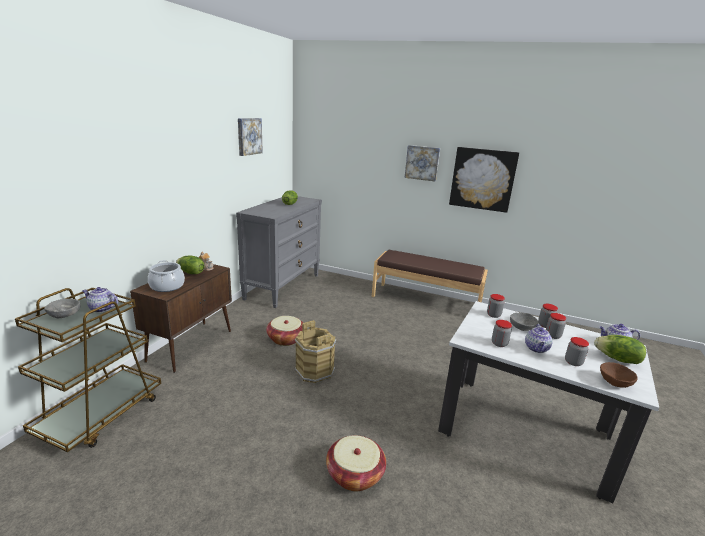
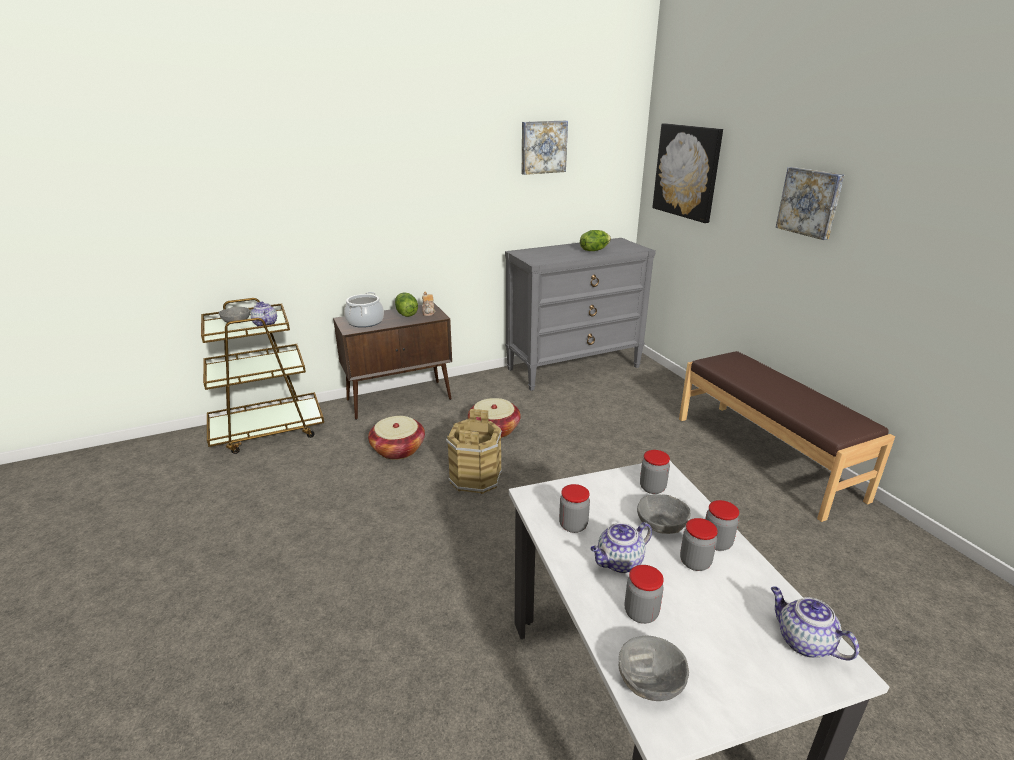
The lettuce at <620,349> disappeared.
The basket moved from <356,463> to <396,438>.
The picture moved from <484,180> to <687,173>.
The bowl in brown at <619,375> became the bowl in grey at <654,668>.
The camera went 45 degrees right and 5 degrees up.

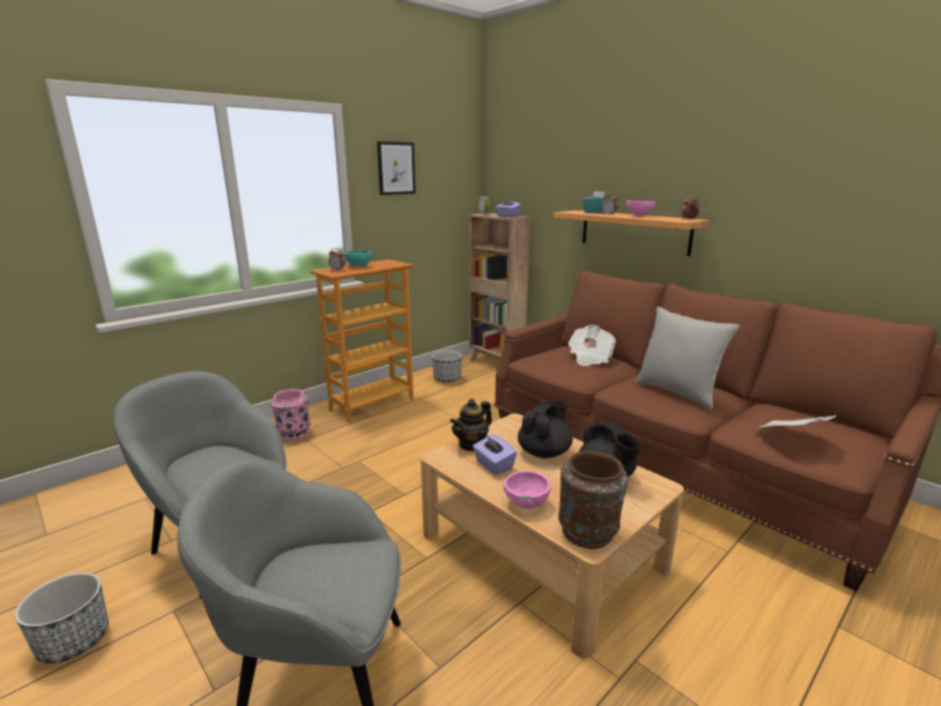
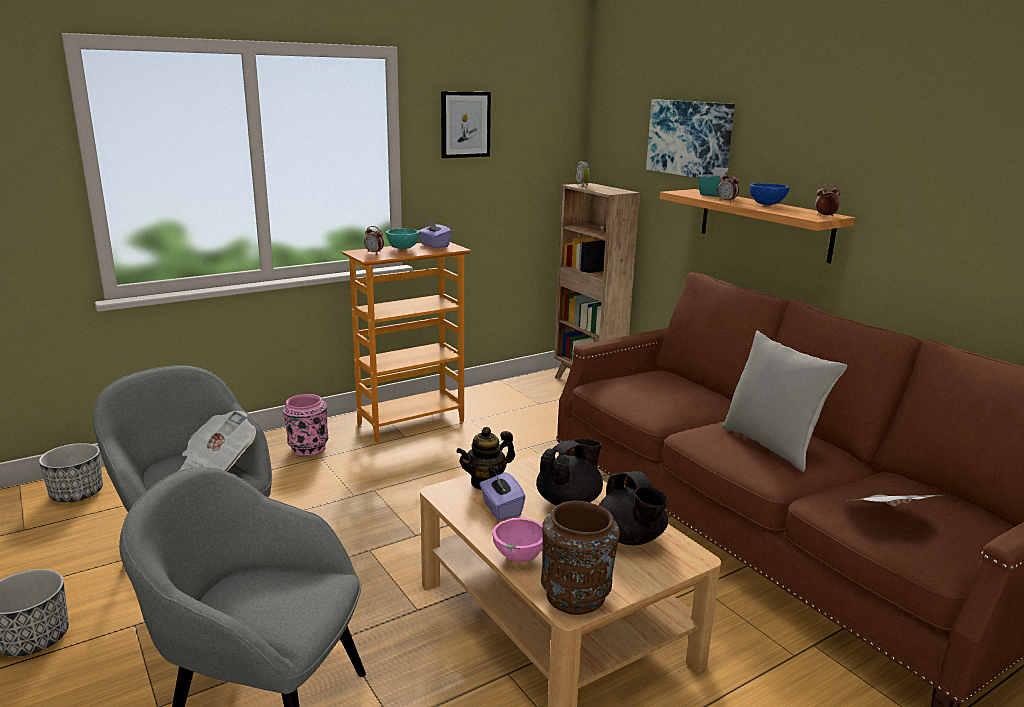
The picture at <690,138> appeared.
The planter moved from <447,367> to <71,473>.
The tissue box in purple moved from <508,207> to <435,234>.
The newspaper moved from <592,345> to <217,441>.
The bowl in pink at <641,208> became the bowl in blue at <769,194>.
The camera went 10 degrees right and 0 degrees up.

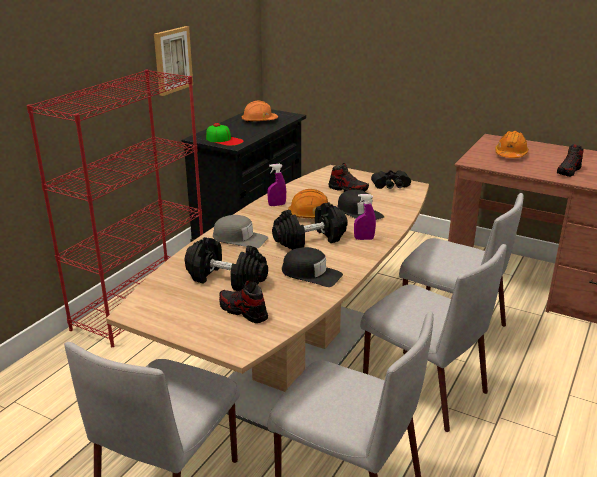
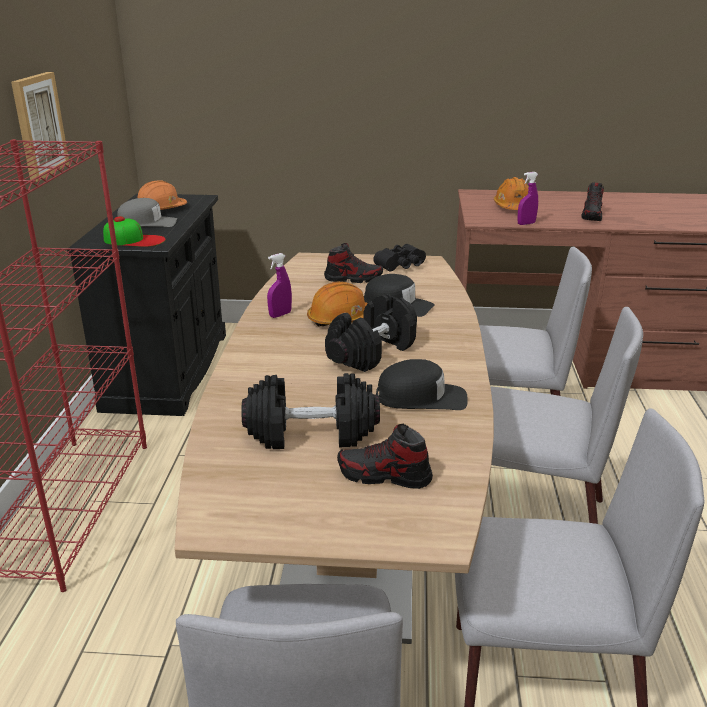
The cap in grey moved from <240,231> to <147,212>.
The spray bottle in purple moved from <365,217> to <527,198>.
The camera went 25 degrees left and 0 degrees up.

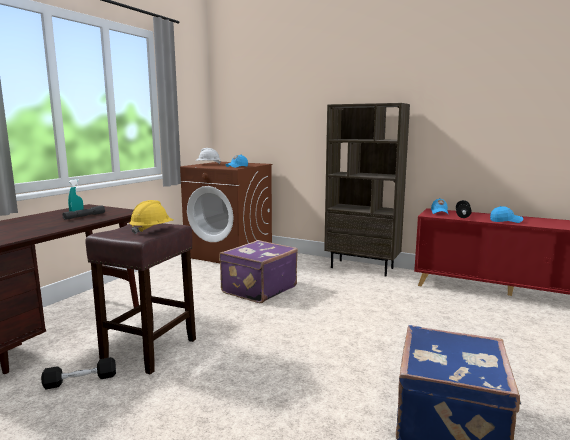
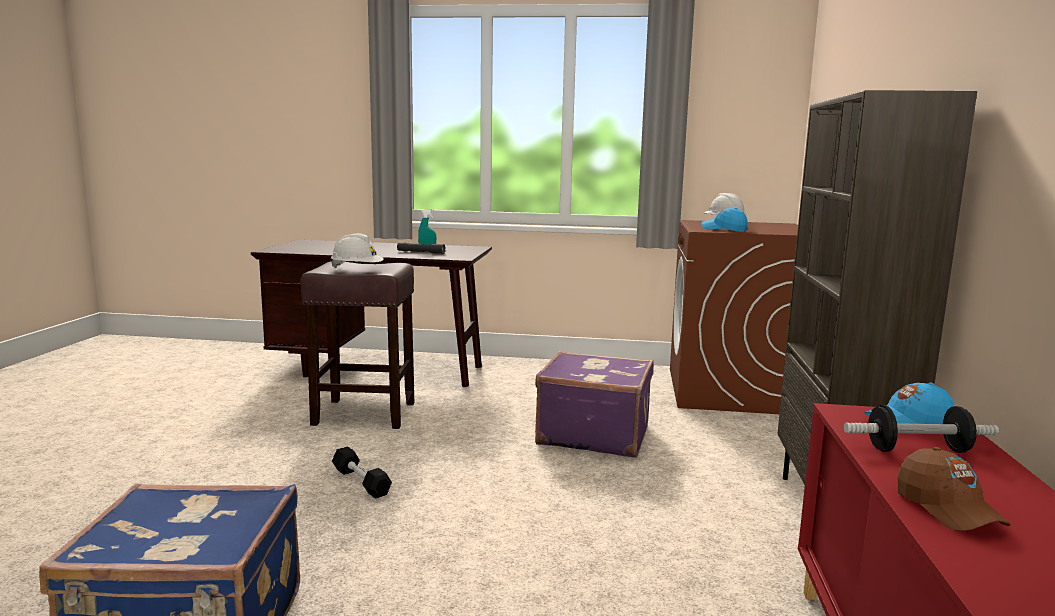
The dumbbell in black moved from <78,373> to <362,472>.
The hard hat in yellow at <151,217> became the hard hat in white at <357,250>.
The cap in blue at <506,214> became the cap in brown at <954,489>.
The camera went 70 degrees right and 0 degrees up.

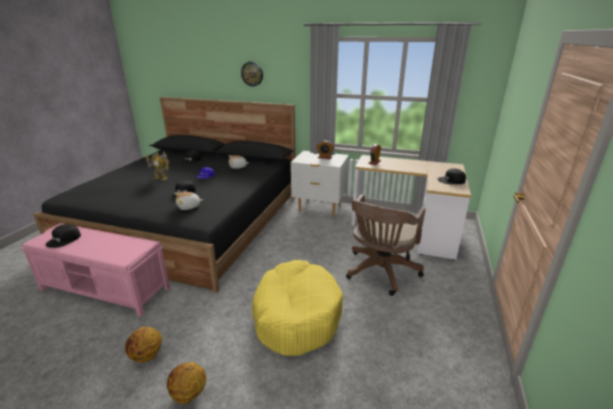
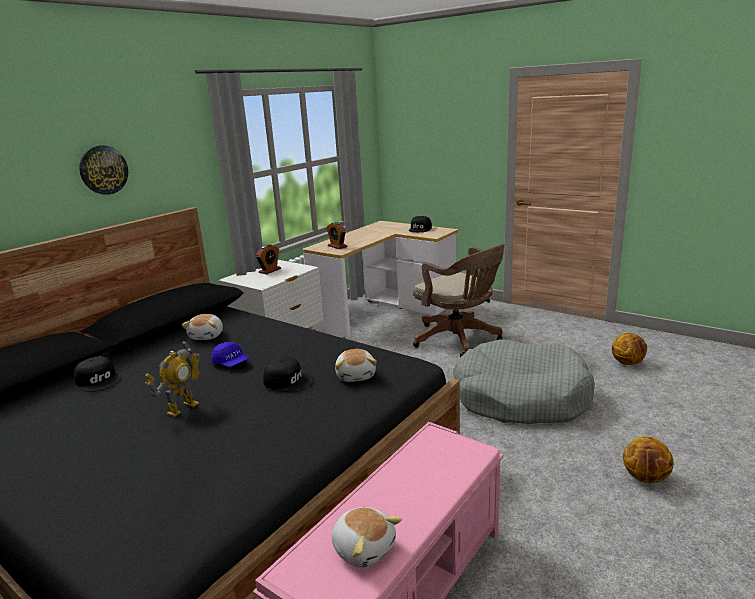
The basketball moved from <143,345> to <629,349>.
The cap in black at <63,236> was replaced by the plush toy at <367,537>.
The dog bed in yellow at <297,308> became the dog bed in grey at <524,382>.
The camera went 70 degrees left and 5 degrees down.

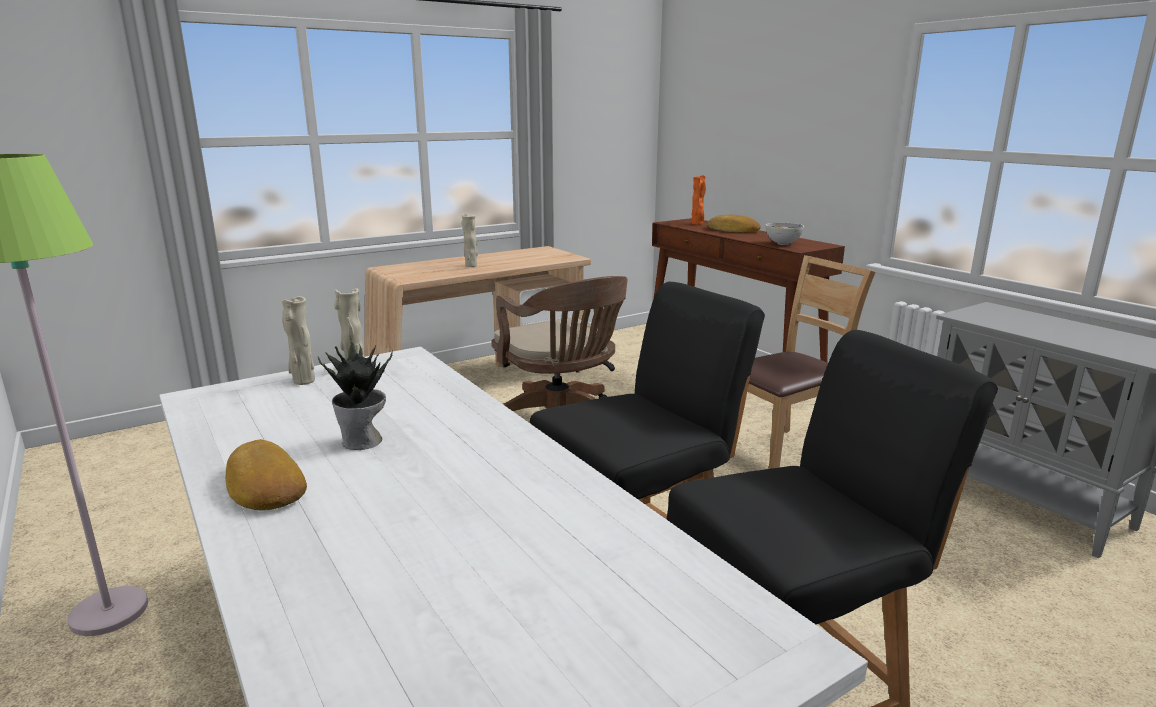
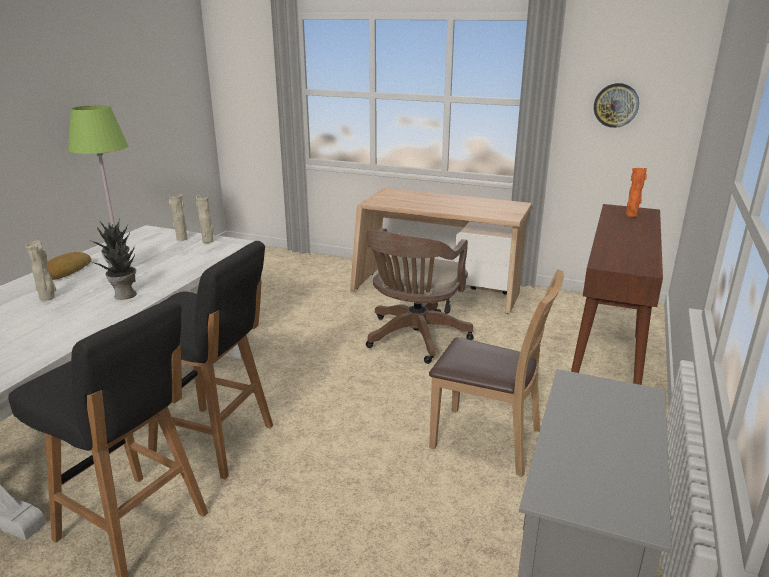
The bread at <734,224> disappeared.
The bowl at <785,234> disappeared.
The potted plant at <115,269> appeared.
The wall clock at <616,105> appeared.
The vase in beige moved from <469,240> to <40,270>.
The camera went 55 degrees right and 5 degrees up.

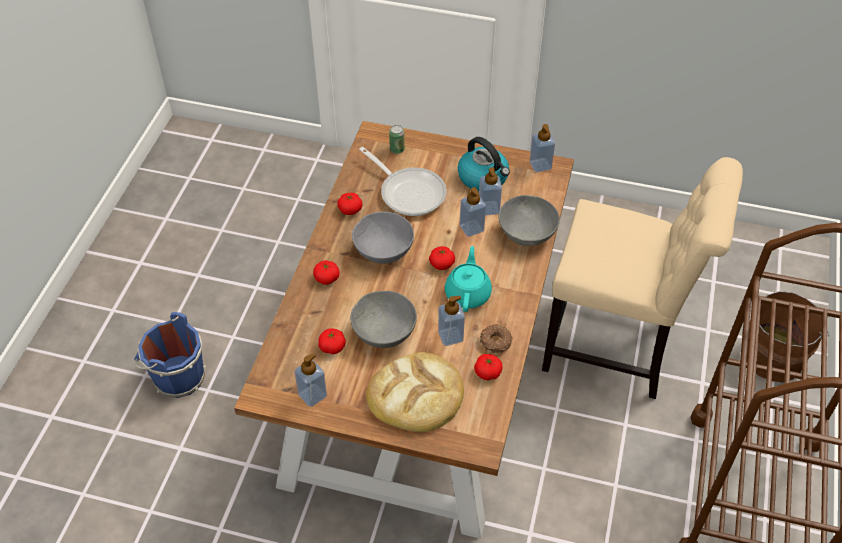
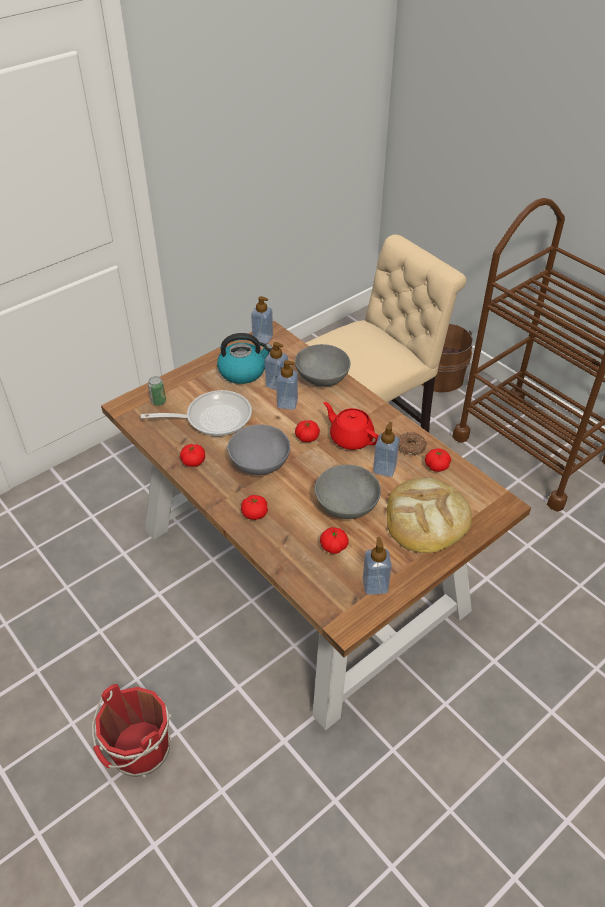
The bucket in blue at <170,355> became the bucket in red at <132,731>.
The teapot in turquoise at <468,279> became the teapot in red at <351,426>.
The camera went 55 degrees left and 5 degrees down.

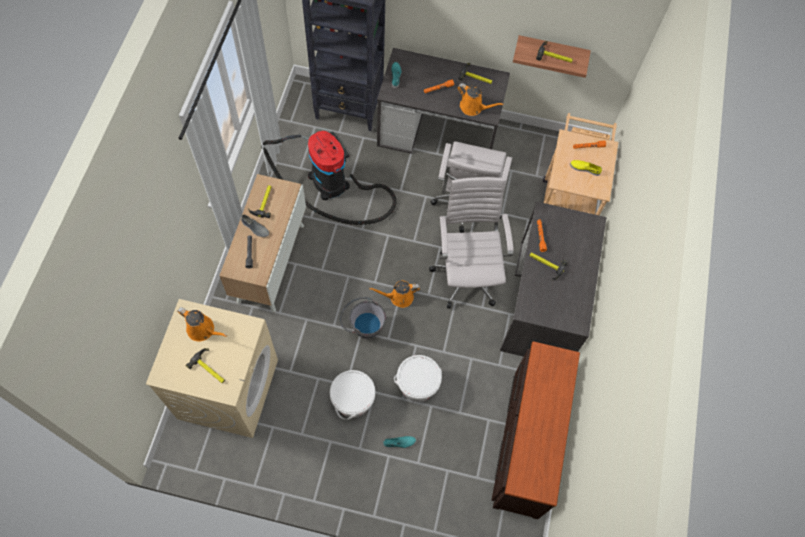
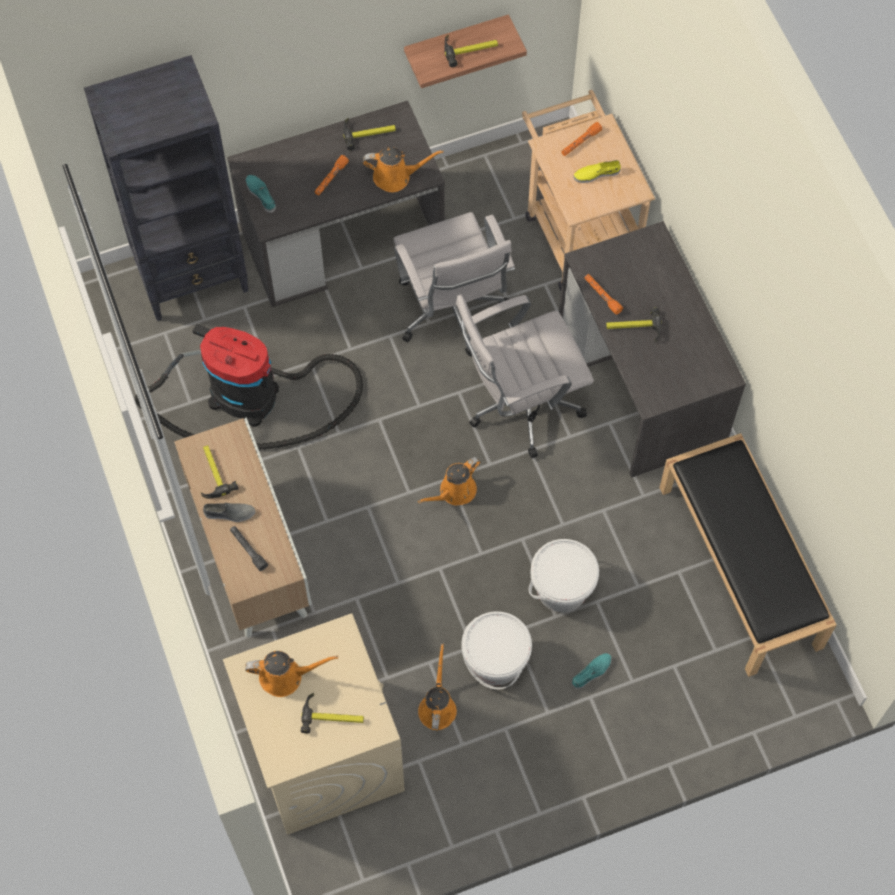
The bucket in grey at <363,318> disappeared.
The watering can in orange at <437,687> appeared.
The dresser in brown at <536,430> was replaced by the bench in black at <747,555>.
The office chair in white at <471,243> turned 75 degrees counterclockwise.
The camera went 30 degrees left and 0 degrees up.

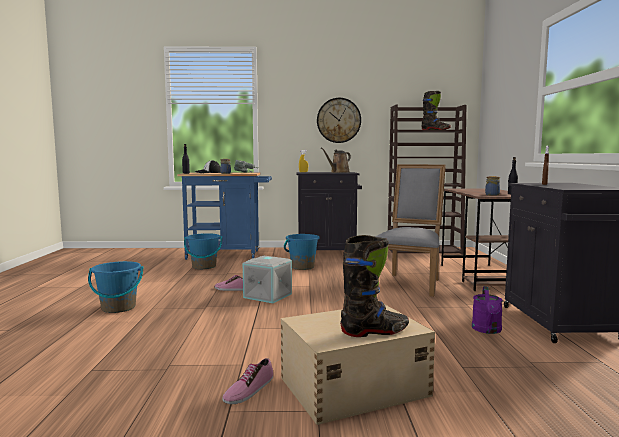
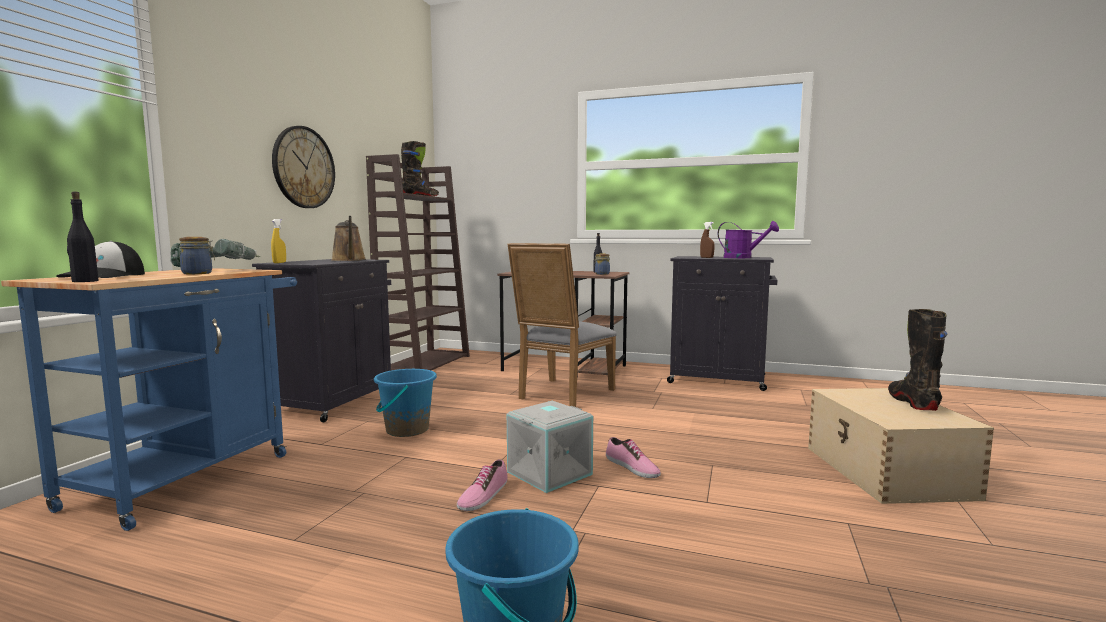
The bucket in blue at <203,251> disappeared.
The shoe moved from <247,381> to <633,457>.
The watering can in purple moved from <487,310> to <748,239>.
The chair in grey at <410,230> turned 105 degrees counterclockwise.
The camera went 70 degrees left and 0 degrees up.

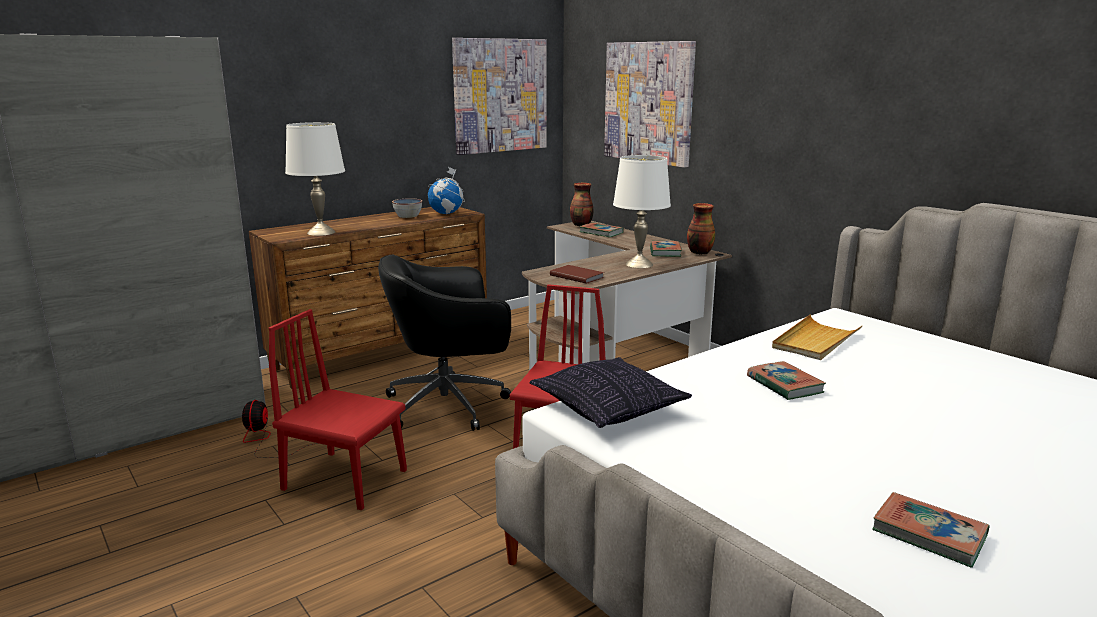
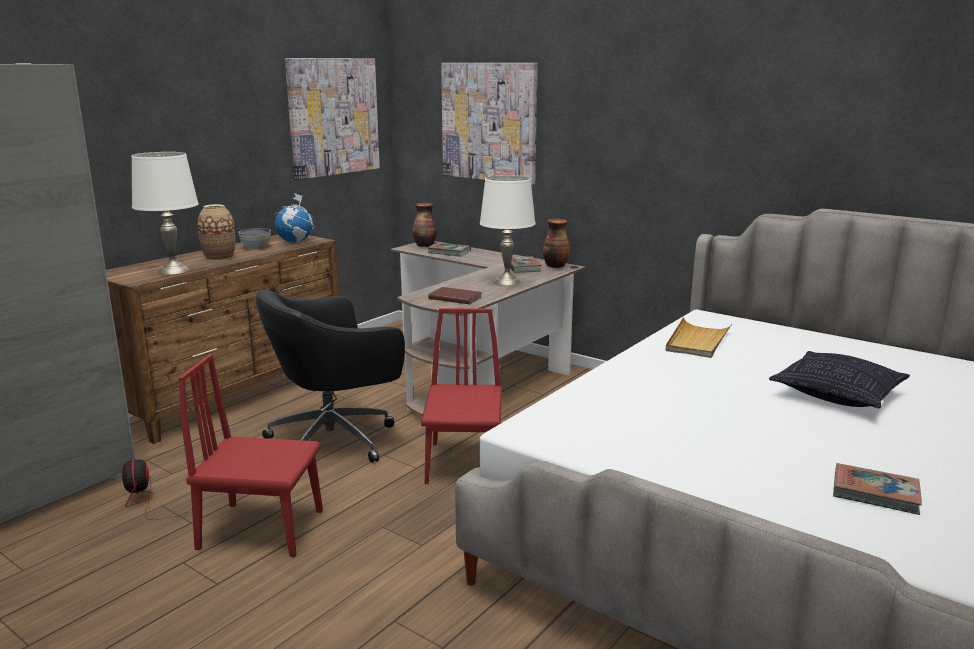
The book at <786,380> disappeared.
The vase at <217,232> appeared.
The pillow moved from <611,392> to <839,379>.
The camera went 15 degrees left and 0 degrees up.

